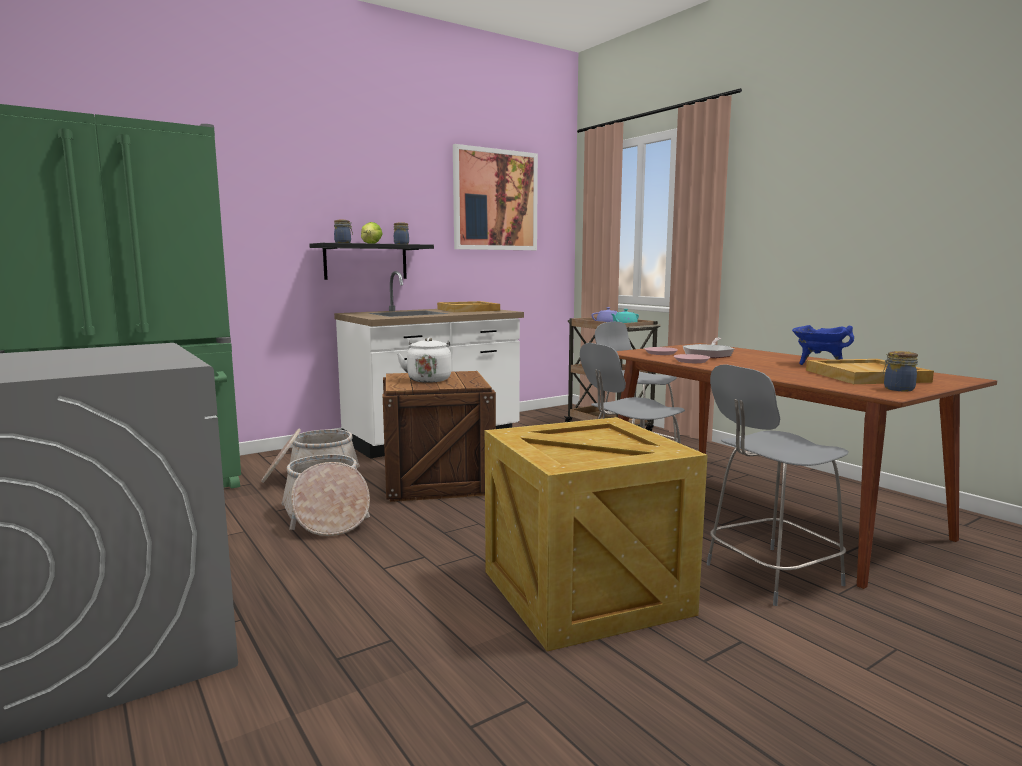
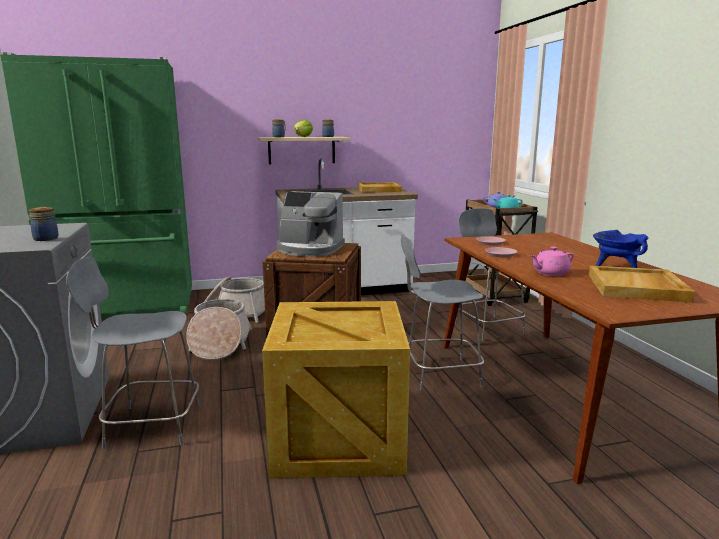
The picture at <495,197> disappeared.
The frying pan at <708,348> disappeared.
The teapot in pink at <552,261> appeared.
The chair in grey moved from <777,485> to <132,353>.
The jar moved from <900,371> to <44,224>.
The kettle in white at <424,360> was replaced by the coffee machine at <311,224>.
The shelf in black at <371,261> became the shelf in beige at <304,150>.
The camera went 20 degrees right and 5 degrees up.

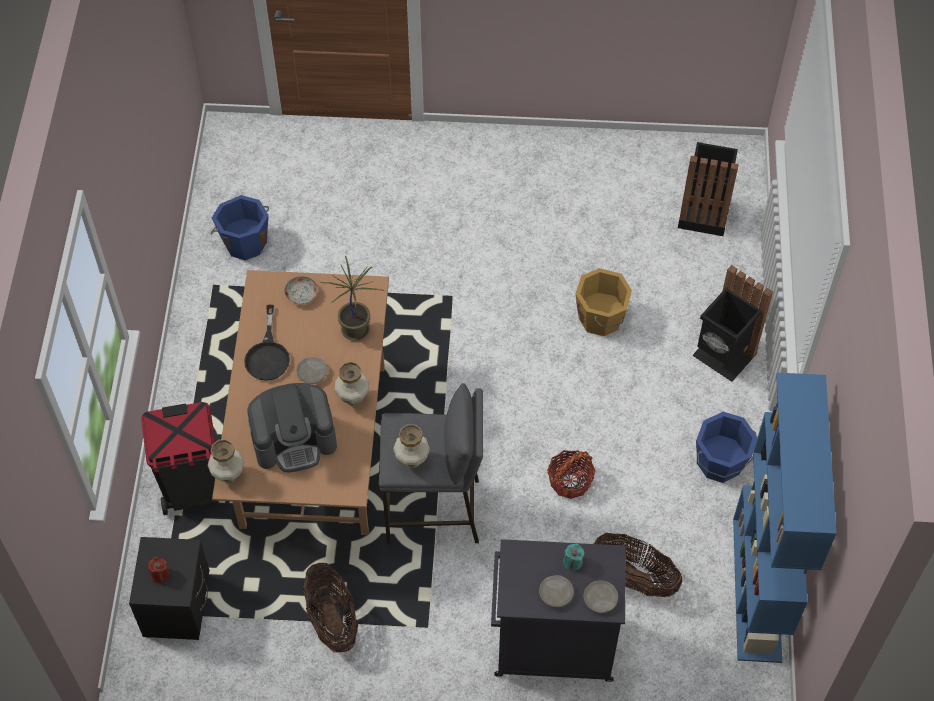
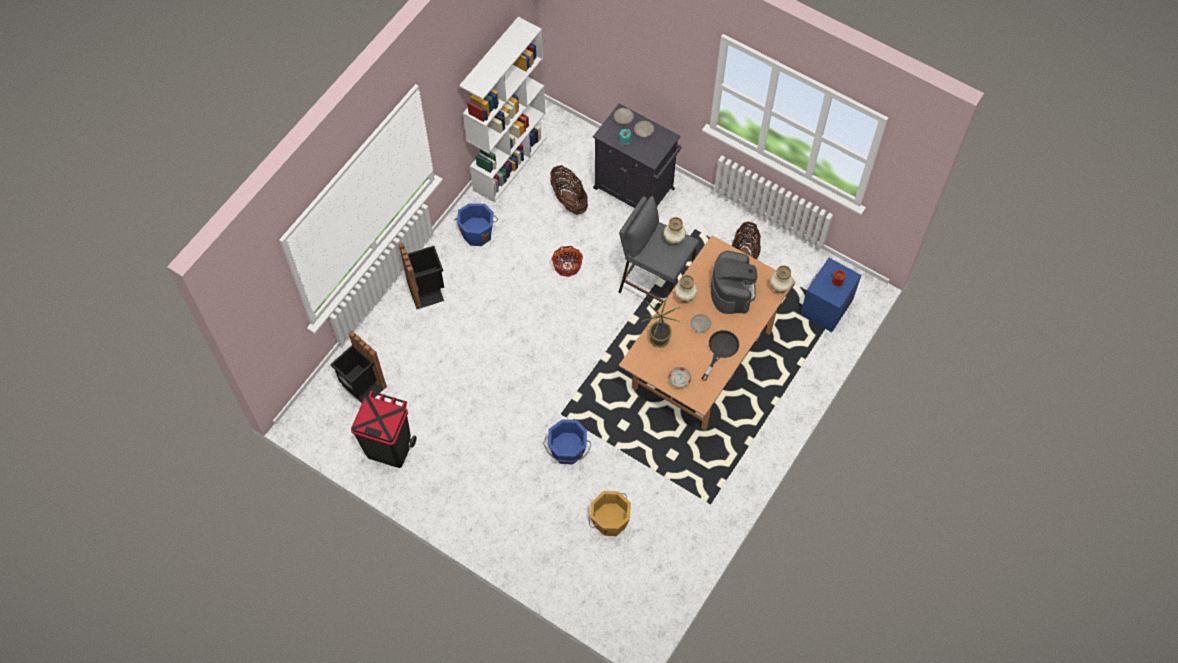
The trash can in black moved from <185,458> to <383,429>.
The bucket in blue moved from <240,227> to <567,441>.
The bucket in orange moved from <604,302> to <610,513>.
The nightstand in black at <169,588> became the nightstand in blue at <831,295>.
The bookcase in blue at <784,518> became the bookcase in white at <503,109>.
The coffee machine at <292,427> turned 75 degrees clockwise.
The camera went 150 degrees left and 5 degrees up.

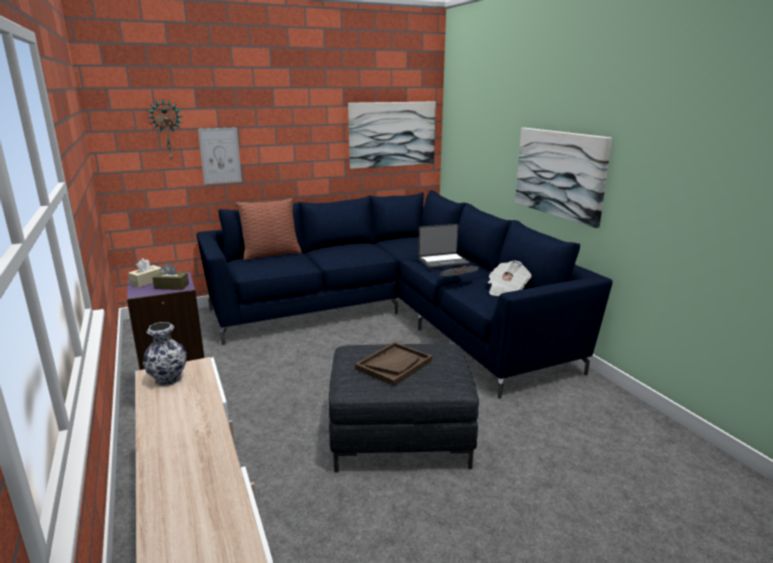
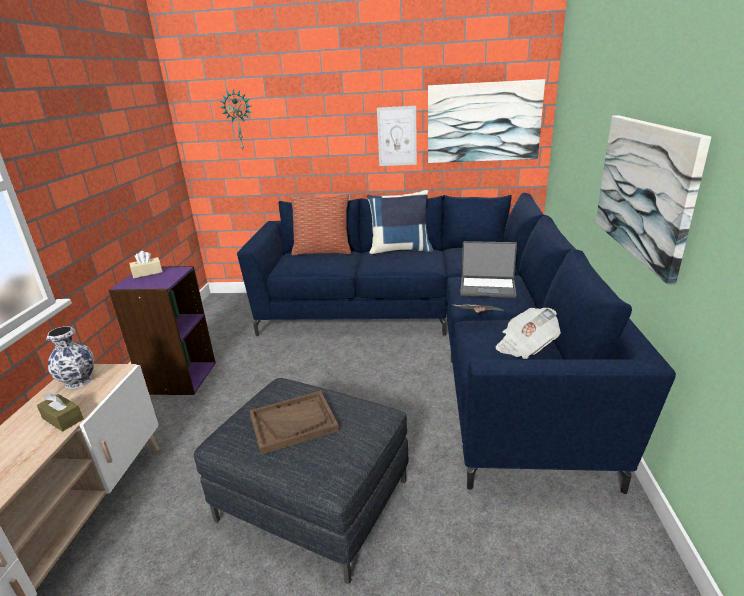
The pillow in blue at <400,222> appeared.
The tissue box in brown moved from <170,276> to <60,412>.
The picture moved from <220,155> to <397,136>.
The camera went 30 degrees right and 5 degrees up.

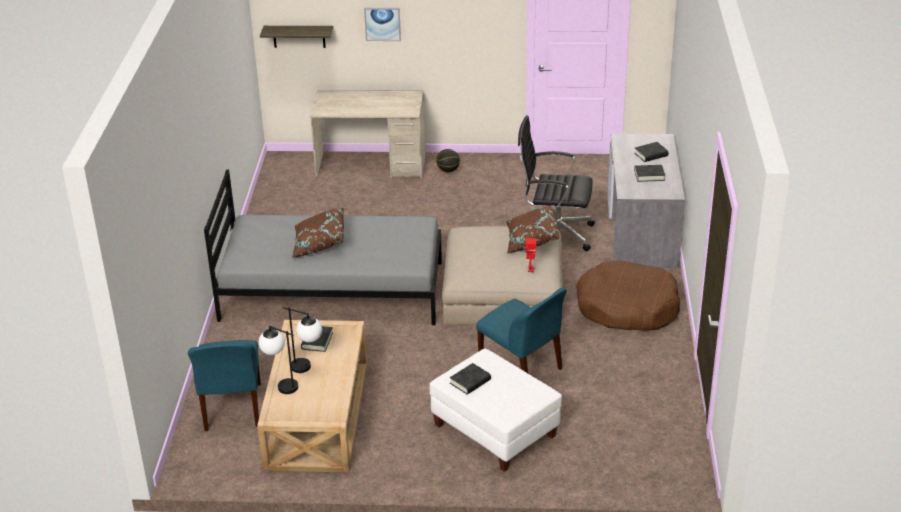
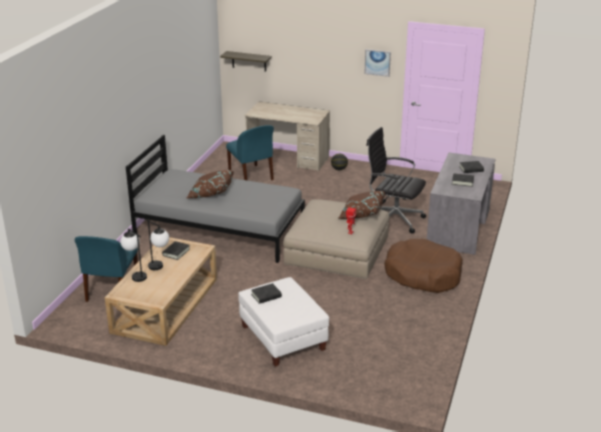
The picture moved from <382,24> to <377,63>.
The chair in blue moved from <521,330> to <250,152>.
The camera went 15 degrees right and 5 degrees down.

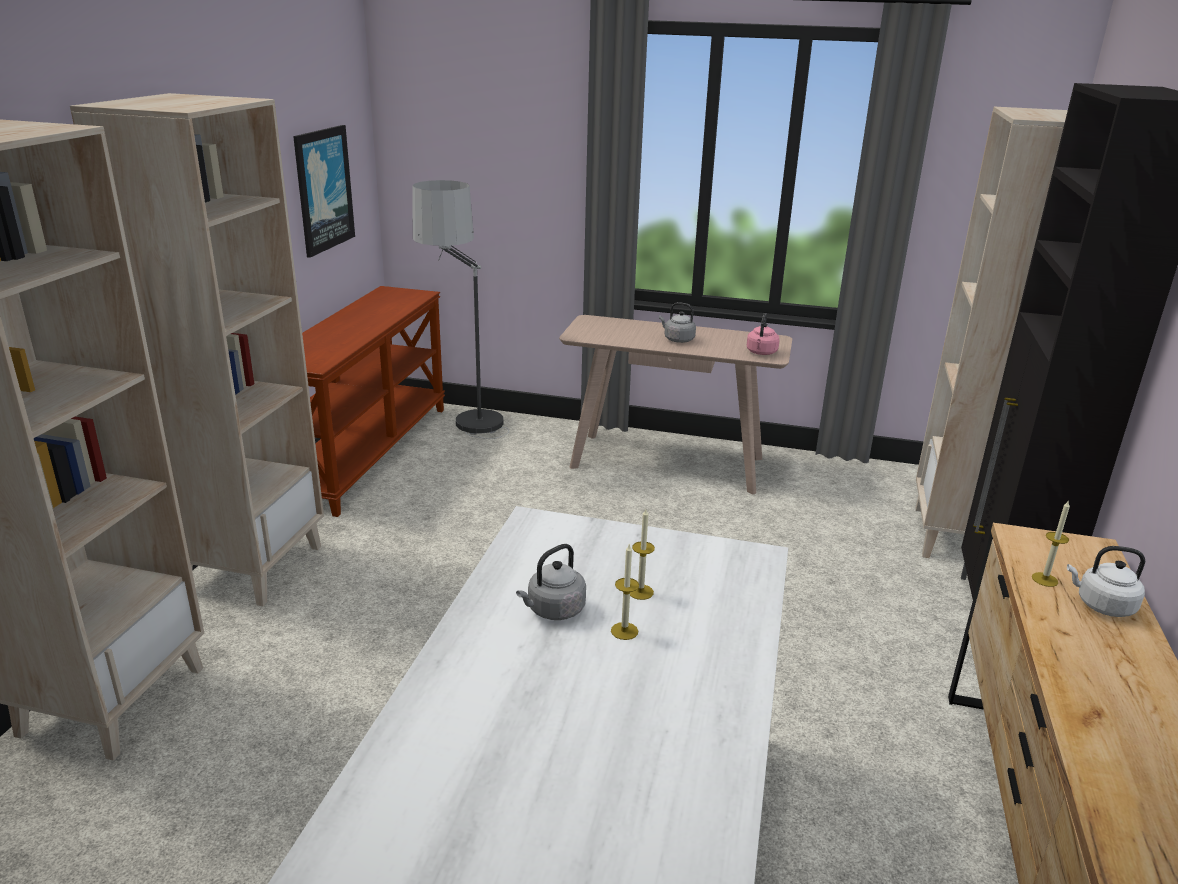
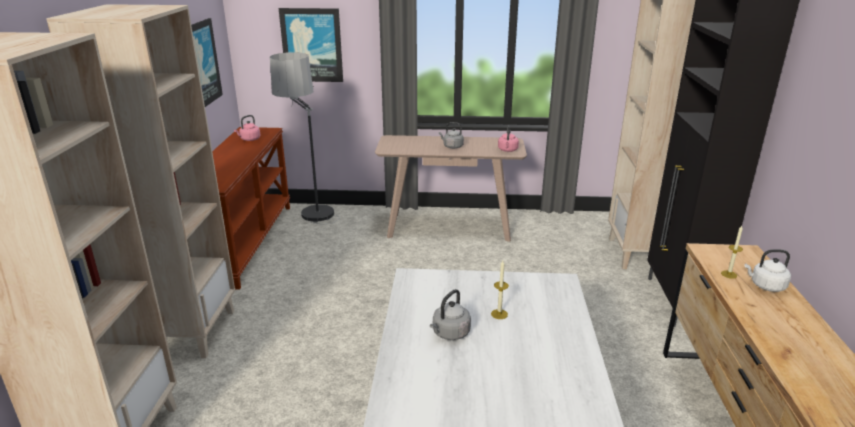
The candle at <625,591> disappeared.
The kettle in pink at <247,128> appeared.
The picture at <311,45> appeared.
The camera went 10 degrees left and 0 degrees up.

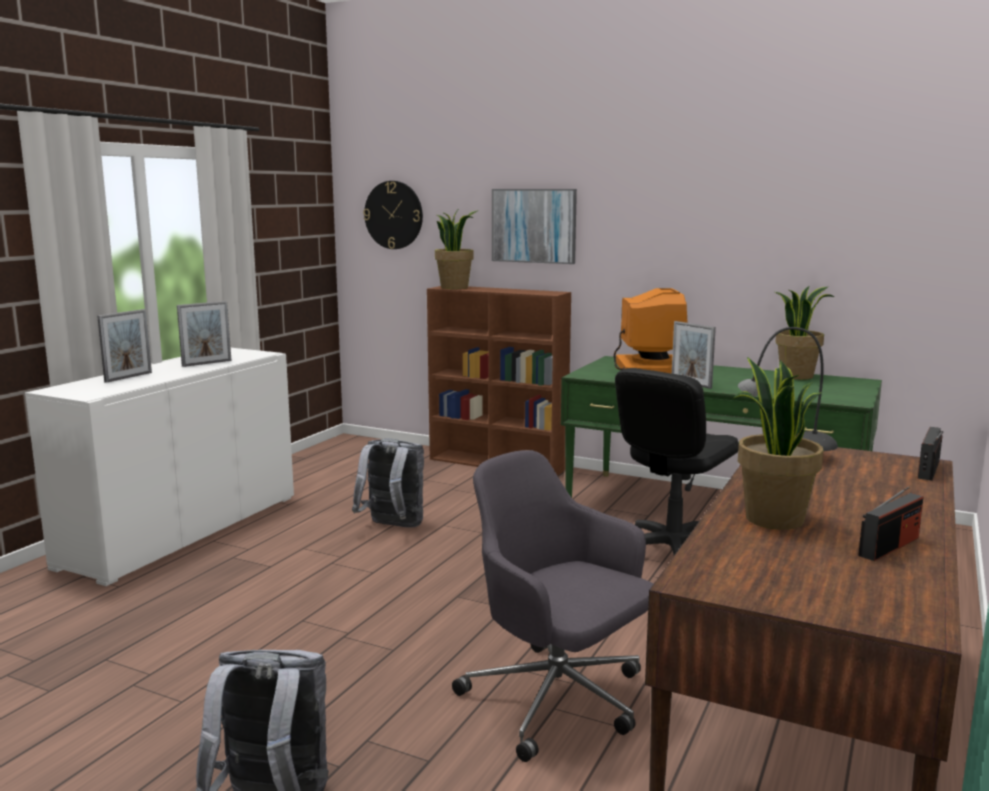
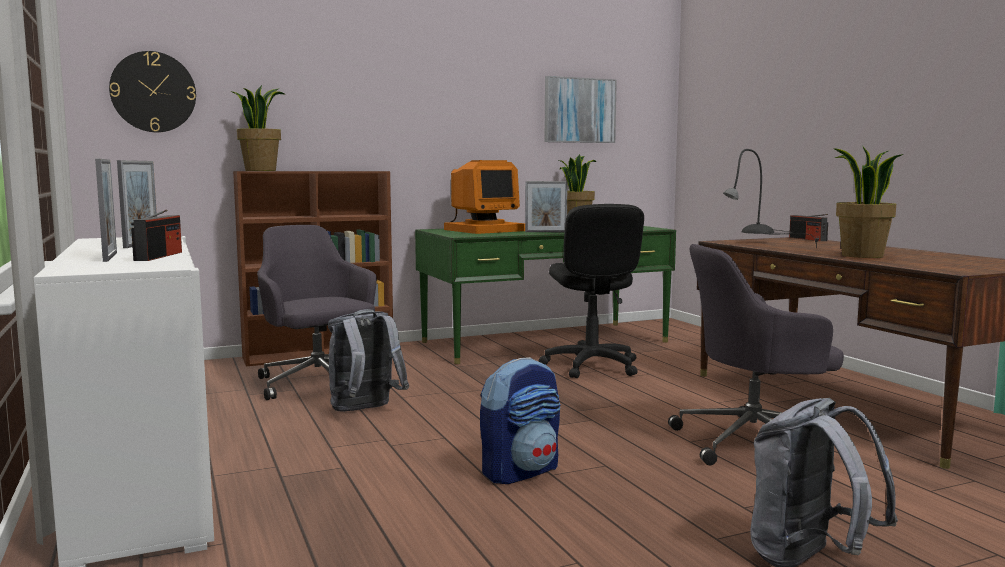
The office chair in grey at <317,312> appeared.
The backpack at <520,420> appeared.
The picture moved from <534,226> to <581,109>.
The radio moved from <890,523> to <156,235>.
The monitor at <651,331> turned 105 degrees clockwise.
The camera went 50 degrees left and 5 degrees down.

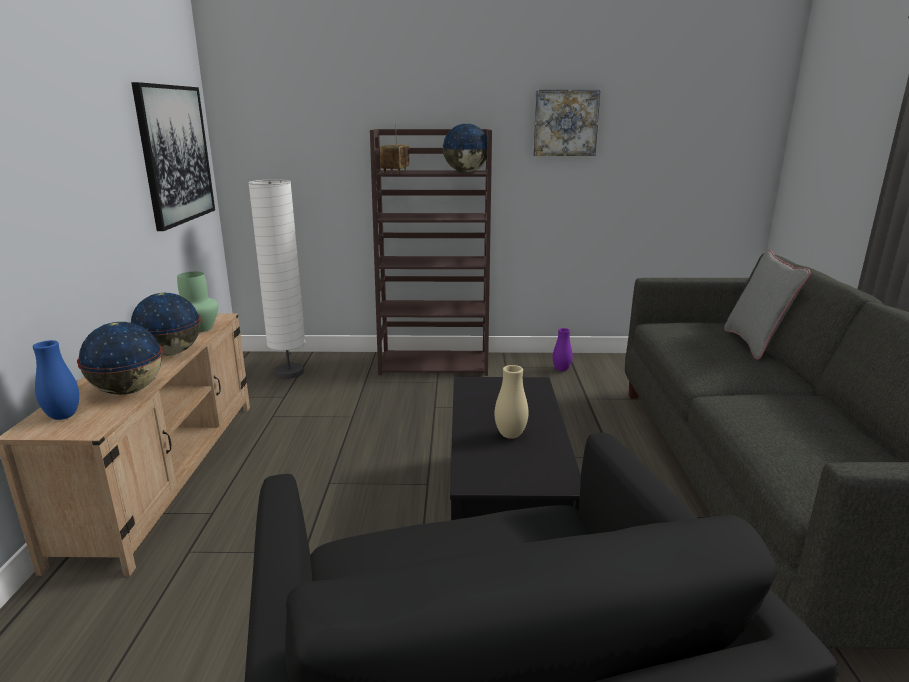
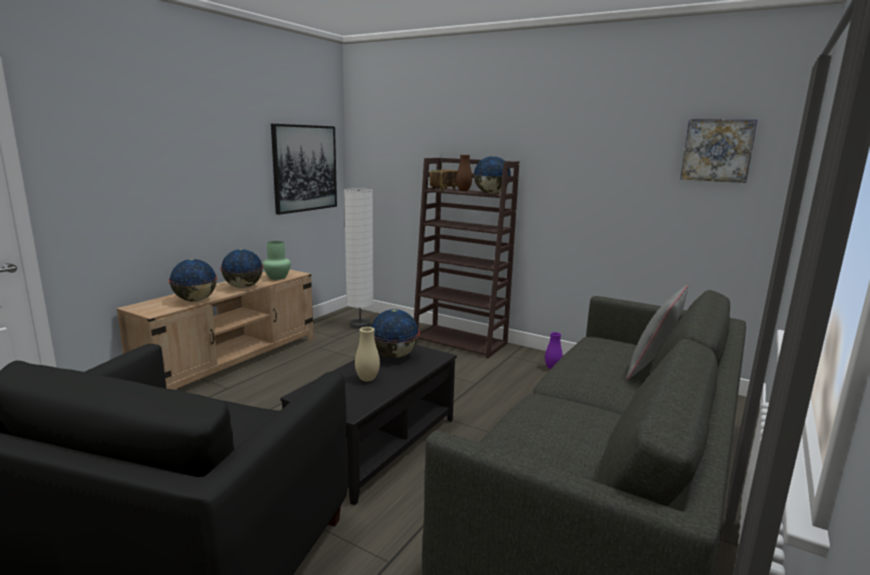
The vase in blue at <56,380> disappeared.
The globe at <395,333> appeared.
The vase in brown at <464,173> appeared.
The picture moved from <567,123> to <719,151>.
The camera went 30 degrees right and 5 degrees down.

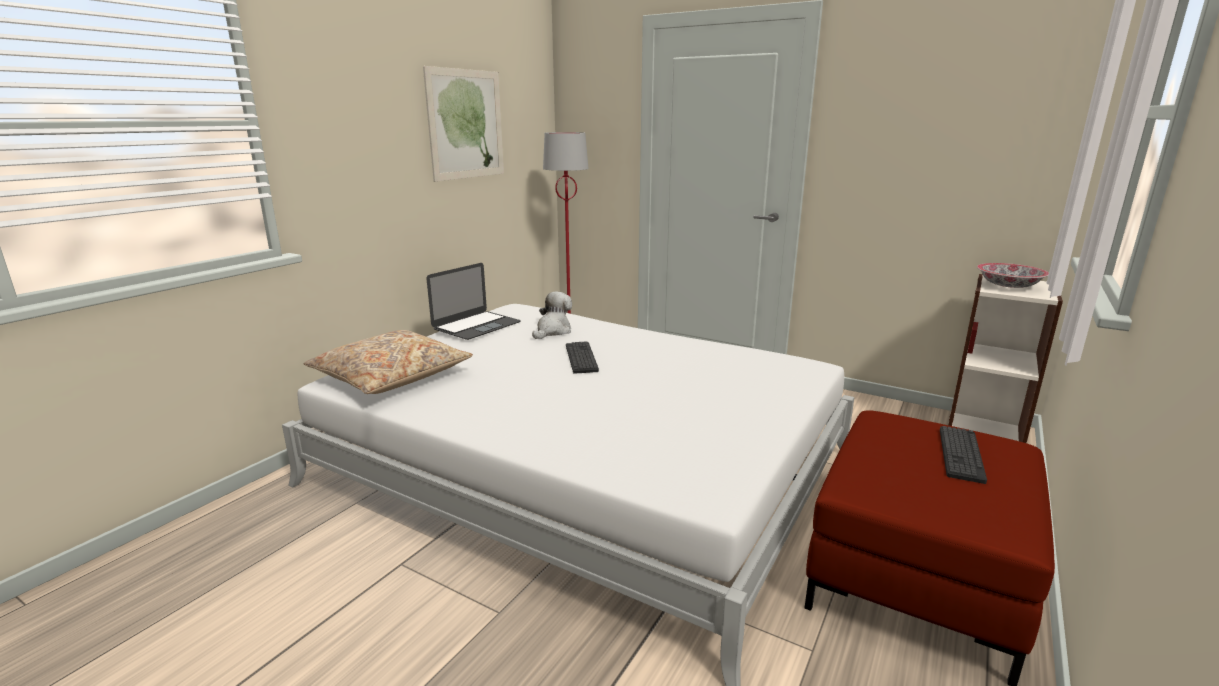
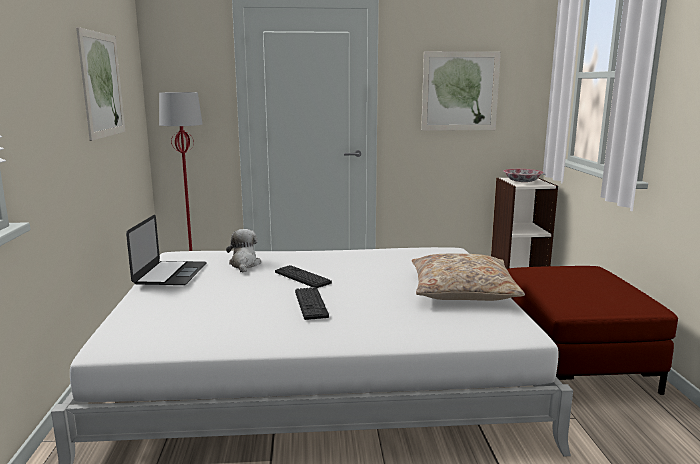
The picture at <461,91> appeared.
The pillow in beige moved from <388,362> to <468,277>.
The keyboard moved from <963,455> to <312,303>.
The camera went 35 degrees left and 5 degrees down.

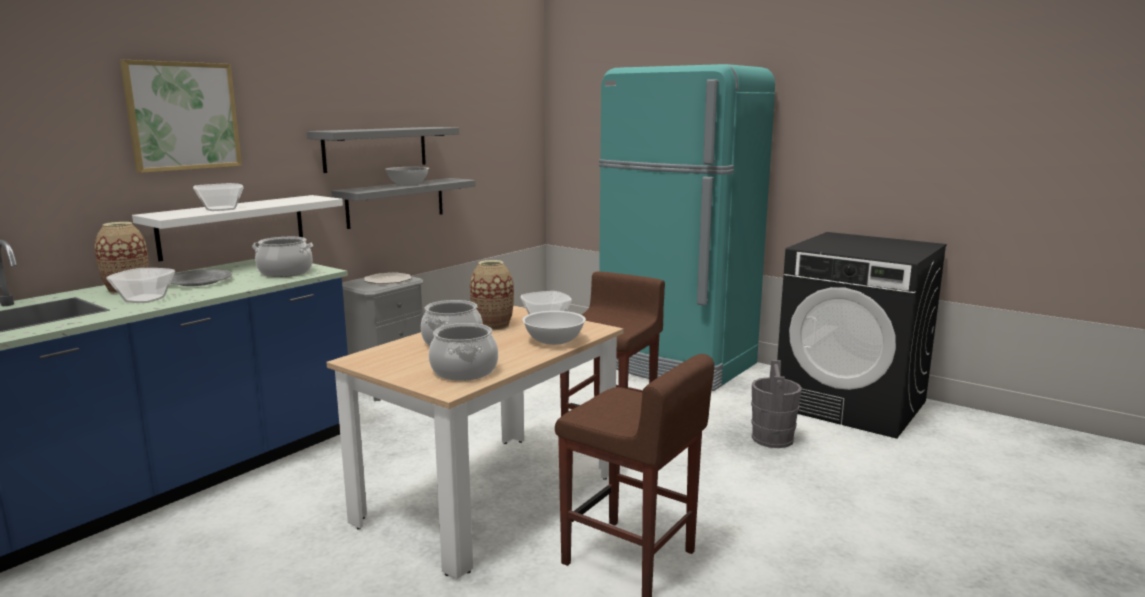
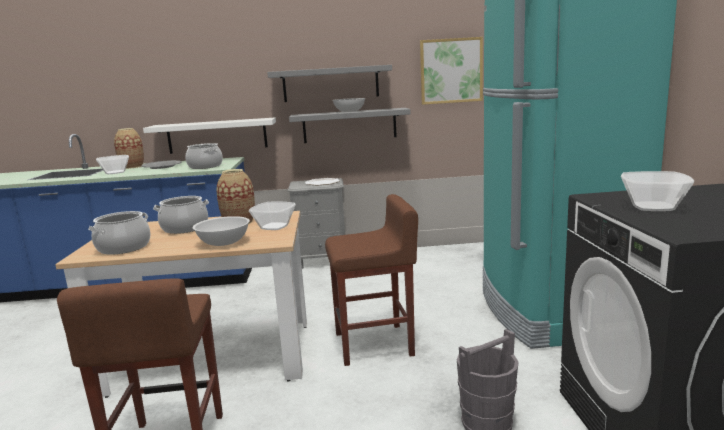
The picture moved from <181,116> to <451,71>.
The bowl moved from <218,197> to <657,191>.
The camera went 50 degrees right and 0 degrees up.

